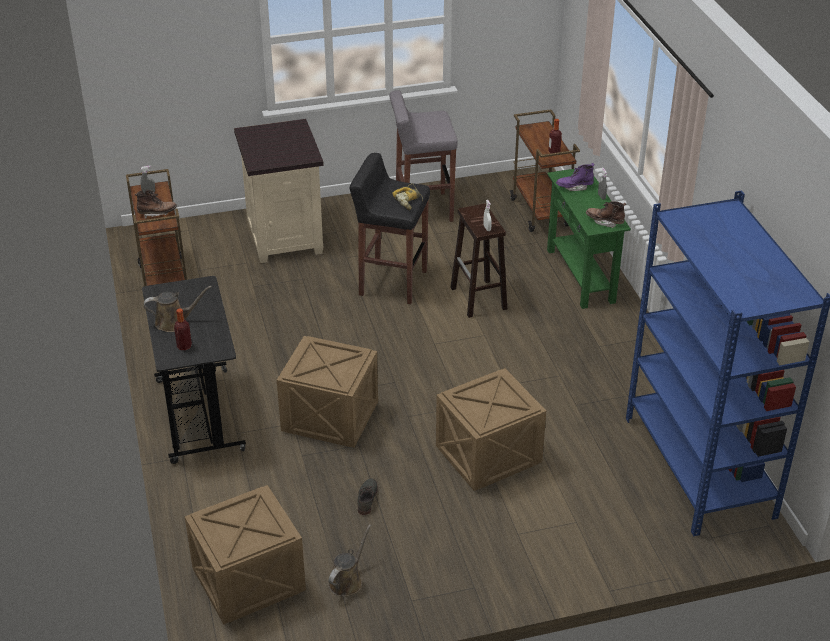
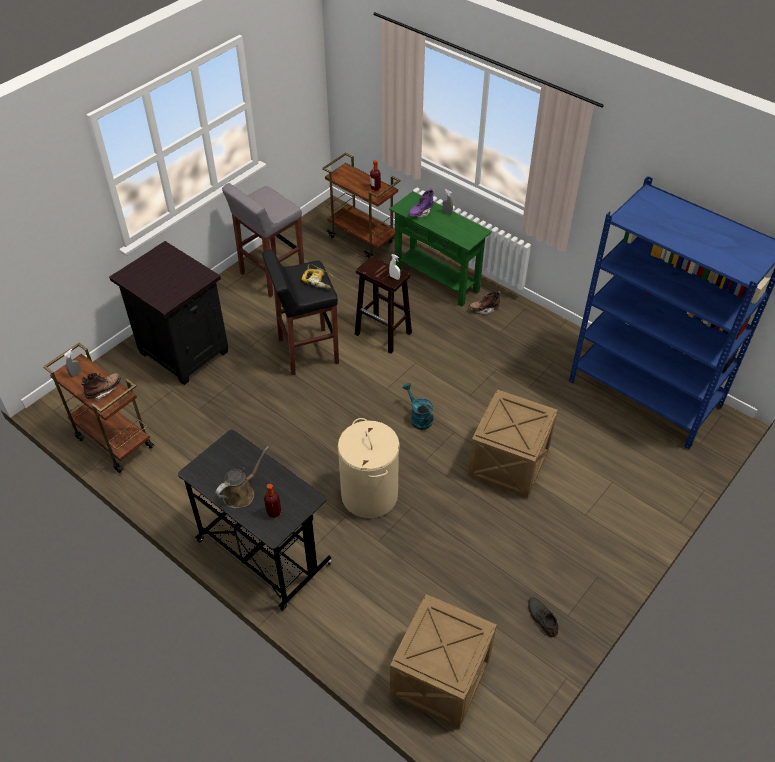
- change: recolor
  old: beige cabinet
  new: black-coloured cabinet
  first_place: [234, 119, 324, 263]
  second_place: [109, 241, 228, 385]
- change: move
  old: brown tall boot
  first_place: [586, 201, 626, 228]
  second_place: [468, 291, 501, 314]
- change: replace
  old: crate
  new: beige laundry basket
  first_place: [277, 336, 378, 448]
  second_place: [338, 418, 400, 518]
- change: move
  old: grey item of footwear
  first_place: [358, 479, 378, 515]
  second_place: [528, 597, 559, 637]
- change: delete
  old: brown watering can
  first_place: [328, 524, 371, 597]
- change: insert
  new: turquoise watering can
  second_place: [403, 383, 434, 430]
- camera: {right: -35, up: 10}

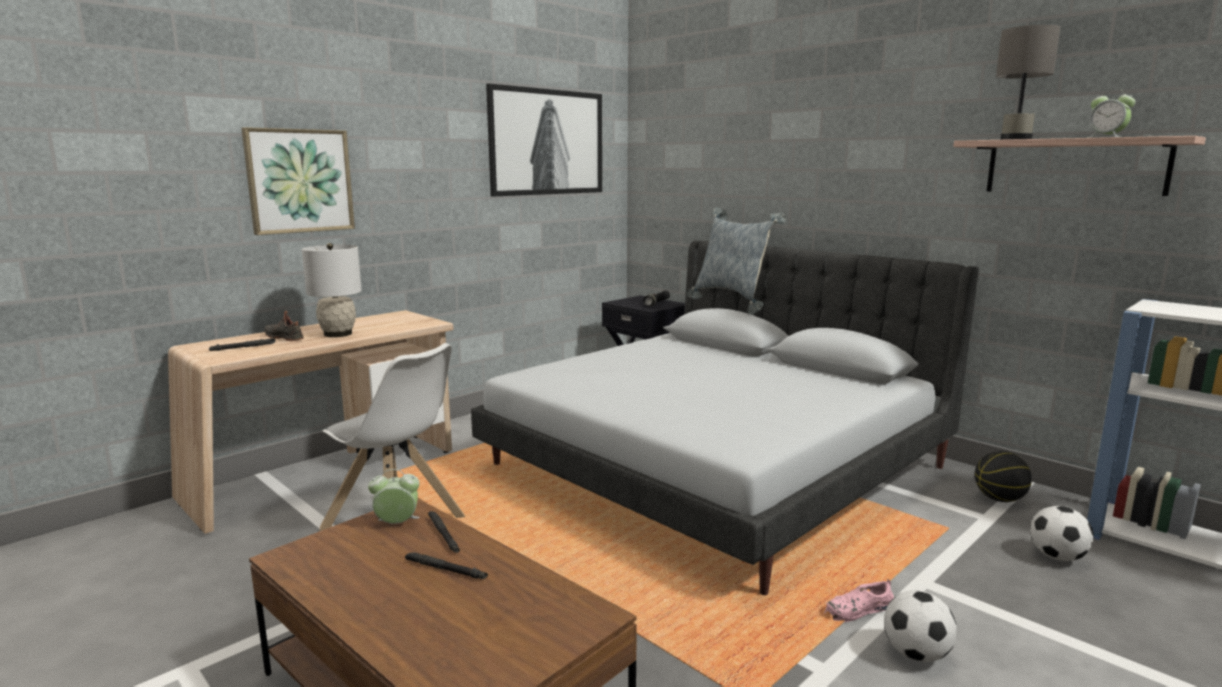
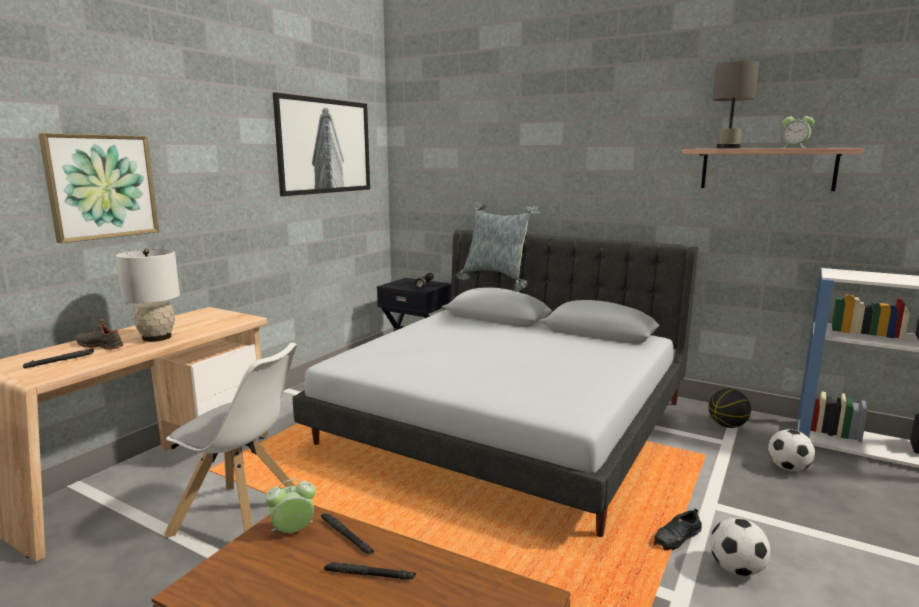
- change: recolor
  old: pinkish item of footwear
  new: black-coloured item of footwear
  first_place: [824, 579, 894, 622]
  second_place: [654, 508, 702, 551]
- camera: {right: -15, up: 0}

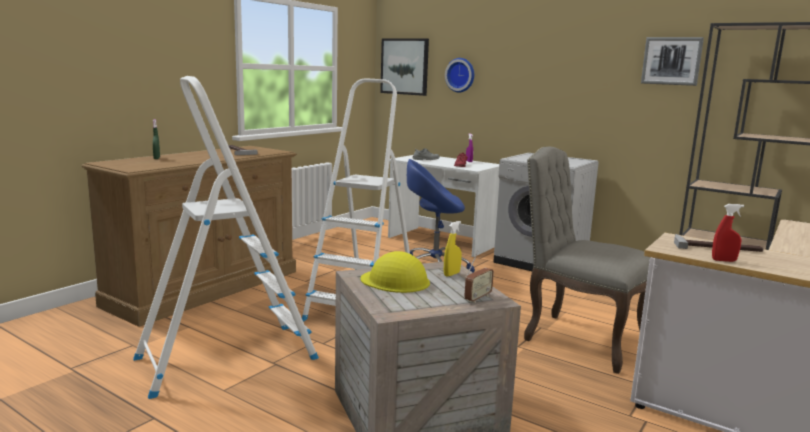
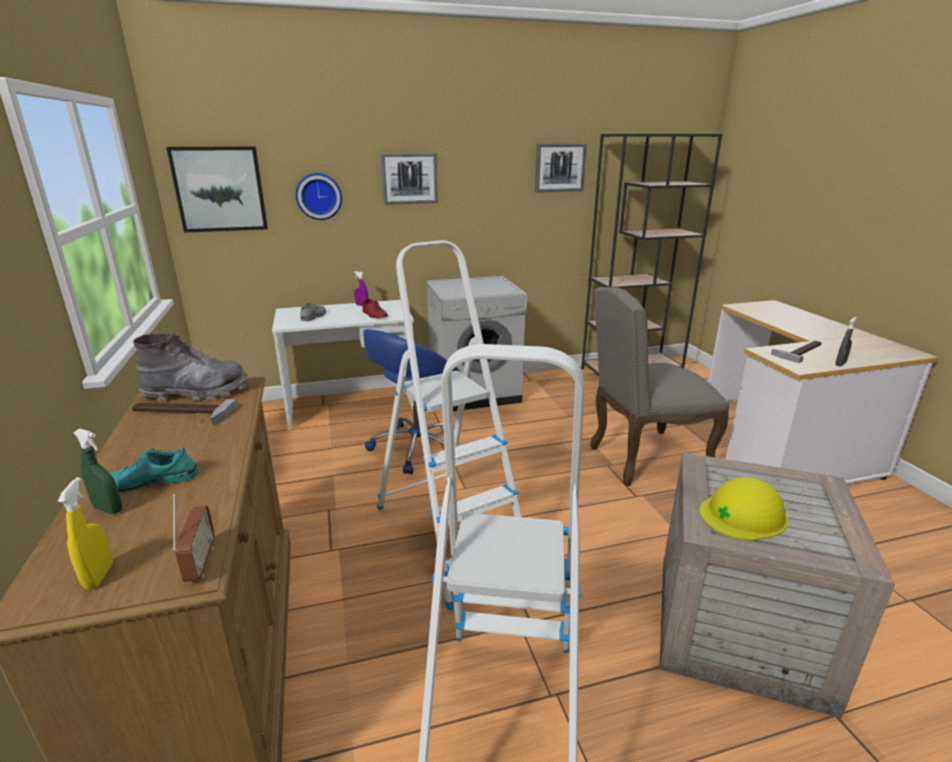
- change: recolor
  old: red-coloured hand sprayer
  new: grey hand sprayer
  first_place: [712, 204, 744, 262]
  second_place: [835, 317, 857, 366]
- change: move
  old: yellow hand sprayer
  first_place: [444, 221, 462, 276]
  second_place: [58, 477, 113, 590]
- change: move
  old: radio
  first_place: [464, 251, 494, 303]
  second_place: [172, 493, 215, 582]
- change: insert
  new: wall art
  second_place: [381, 153, 438, 205]
- change: insert
  new: grey tall boot
  second_place: [133, 333, 248, 401]
- change: insert
  new: turquoise item of footwear
  second_place: [110, 447, 199, 493]
- camera: {right: -50, up: 10}

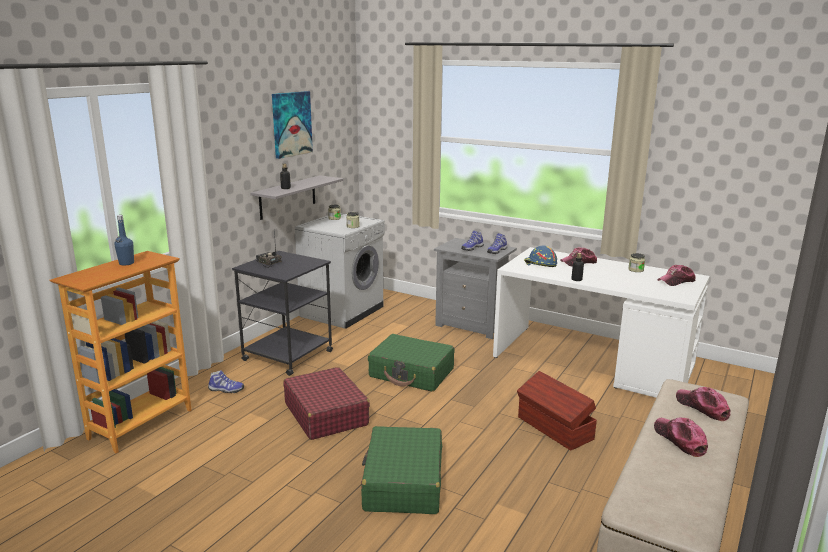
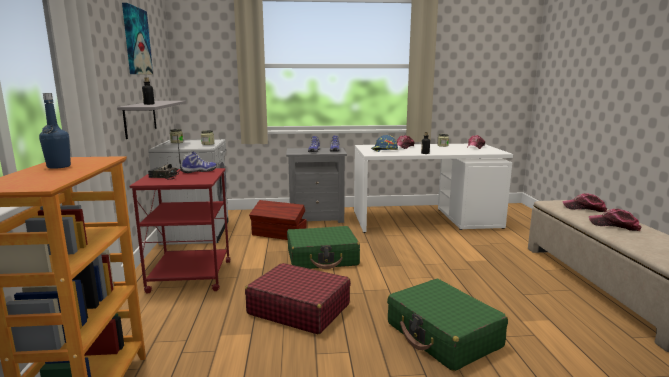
- change: recolor
  old: black-coloured trolley
  new: red-coloured trolley
  first_place: [232, 251, 333, 376]
  second_place: [130, 168, 230, 293]
- change: move
  old: item of footwear
  first_place: [208, 370, 244, 393]
  second_place: [181, 151, 217, 173]
- change: move
  old: brown storage bin
  first_place: [517, 371, 597, 451]
  second_place: [249, 200, 307, 240]
- camera: {right: -35, up: -5}

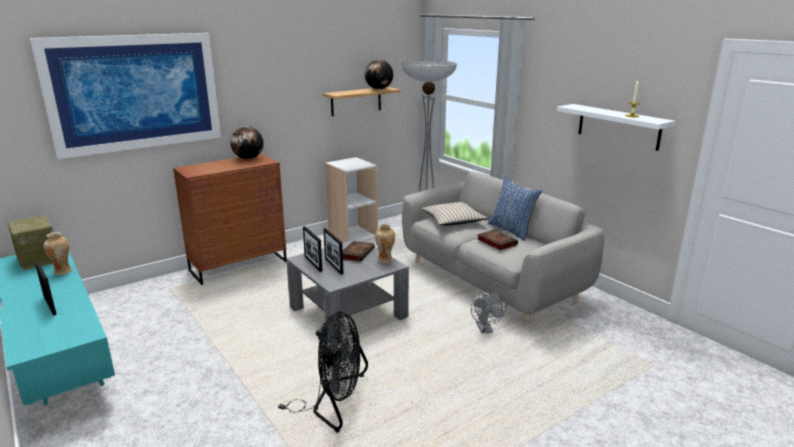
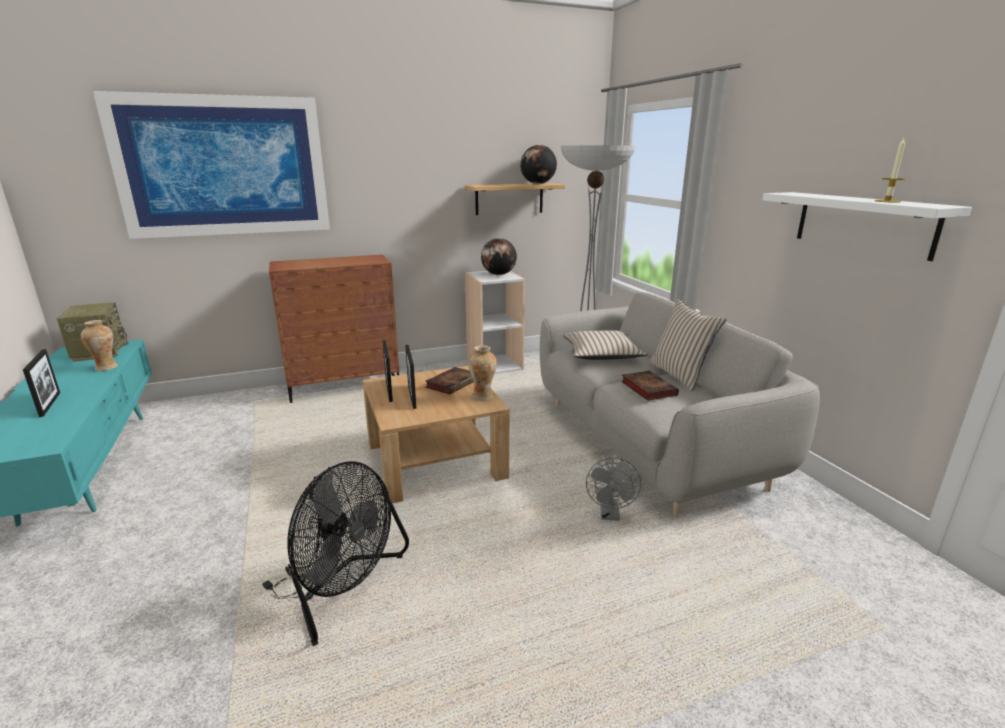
- change: move
  old: desk globe
  first_place: [230, 126, 264, 159]
  second_place: [481, 238, 517, 275]
- change: recolor
  old: blue-coloured pillow
  new: beige pillow
  first_place: [488, 177, 542, 241]
  second_place: [649, 299, 727, 391]
- change: recolor
  old: grey lounge table
  new: brown lounge table
  first_place: [286, 238, 409, 344]
  second_place: [362, 365, 509, 503]
- camera: {right: 15, up: 0}

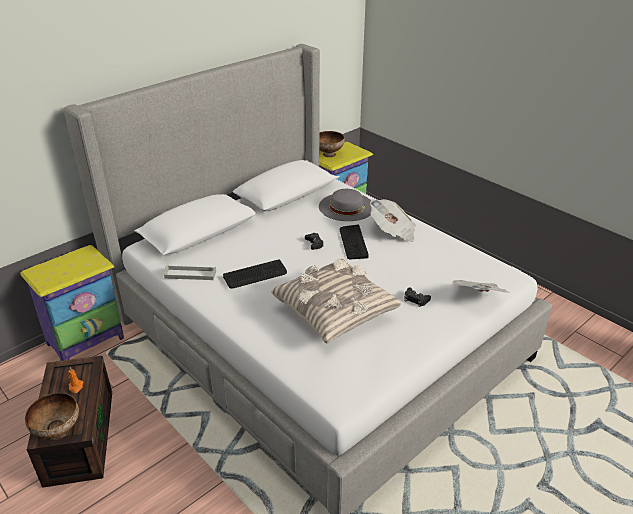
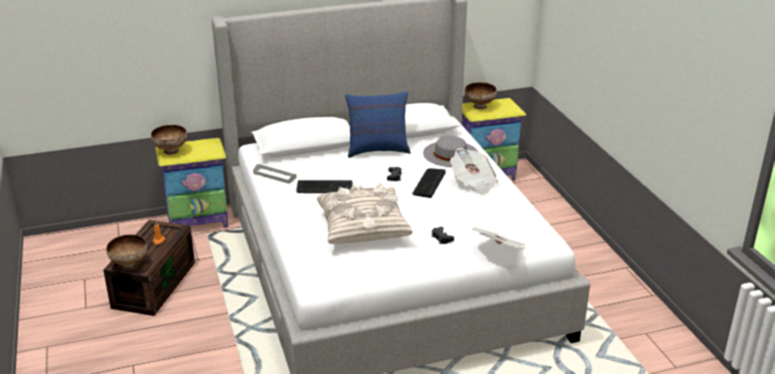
- change: insert
  new: blue-coloured pillow
  second_place: [345, 92, 411, 158]
- change: insert
  new: bowl
  second_place: [151, 125, 187, 155]
- camera: {right: 25, up: -5}

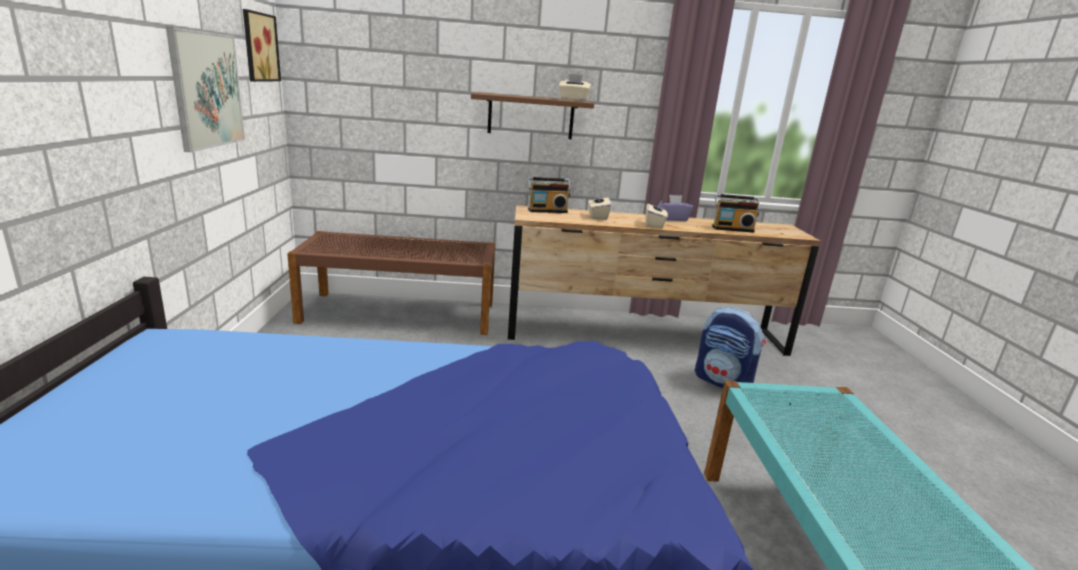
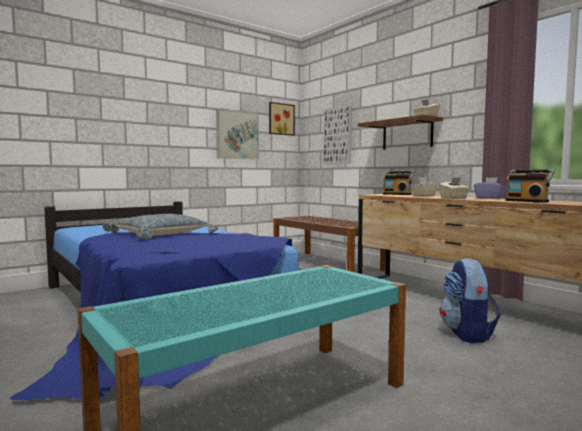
- change: insert
  new: wall art
  second_place: [323, 105, 352, 165]
- change: insert
  new: pillow
  second_place: [103, 214, 218, 240]
- camera: {right: 55, up: -15}

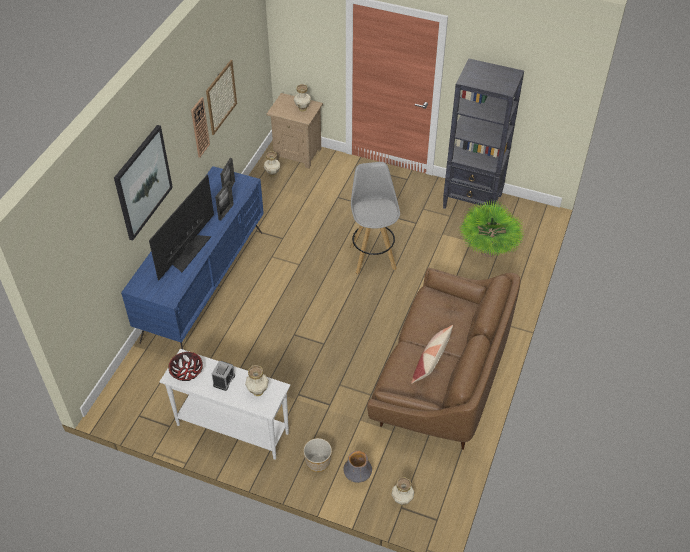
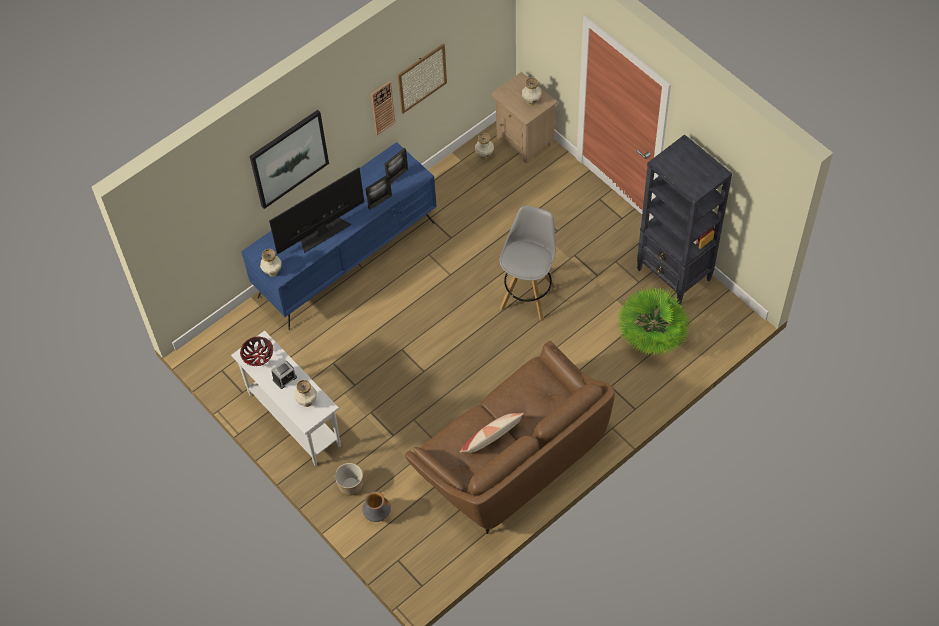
- change: move
  old: vase
  first_place: [391, 477, 414, 506]
  second_place: [260, 249, 282, 277]
- camera: {right: 30, up: 10}

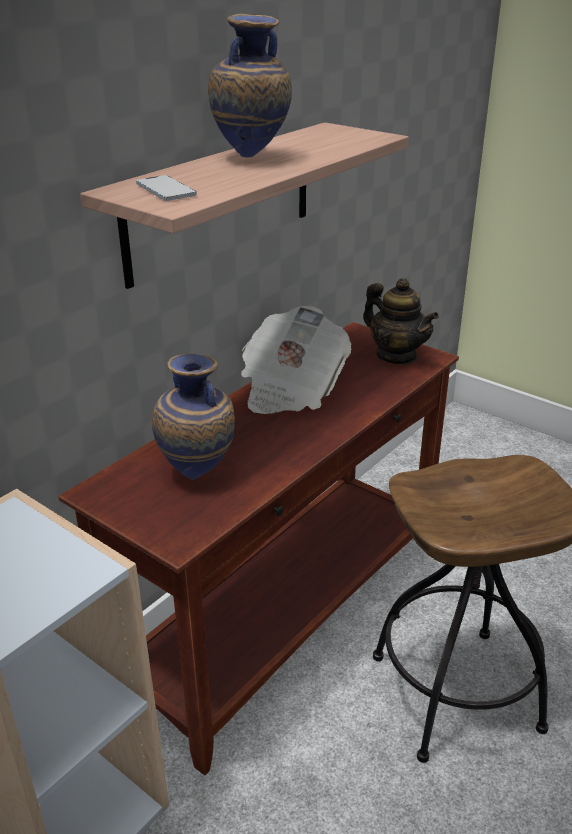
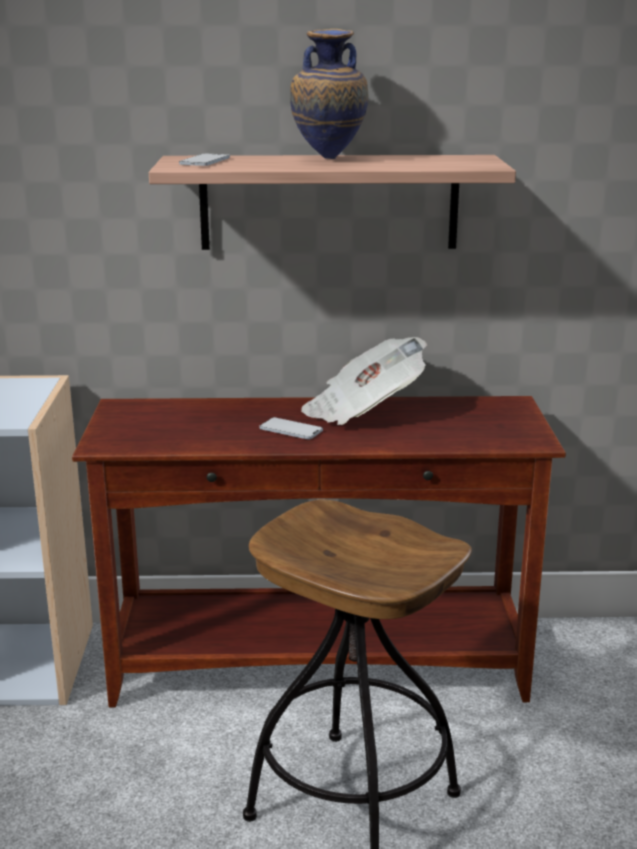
- change: delete
  old: pot for tea
  first_place: [363, 278, 439, 364]
- change: delete
  old: vase
  first_place: [152, 353, 235, 480]
- change: insert
  new: telephone
  second_place: [259, 417, 323, 439]
- camera: {right: 50, up: -10}

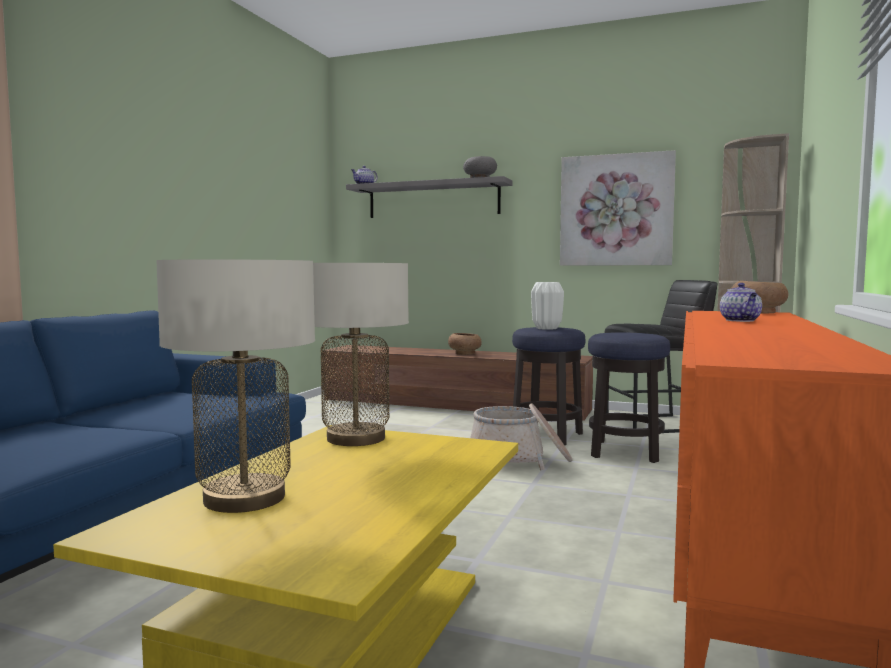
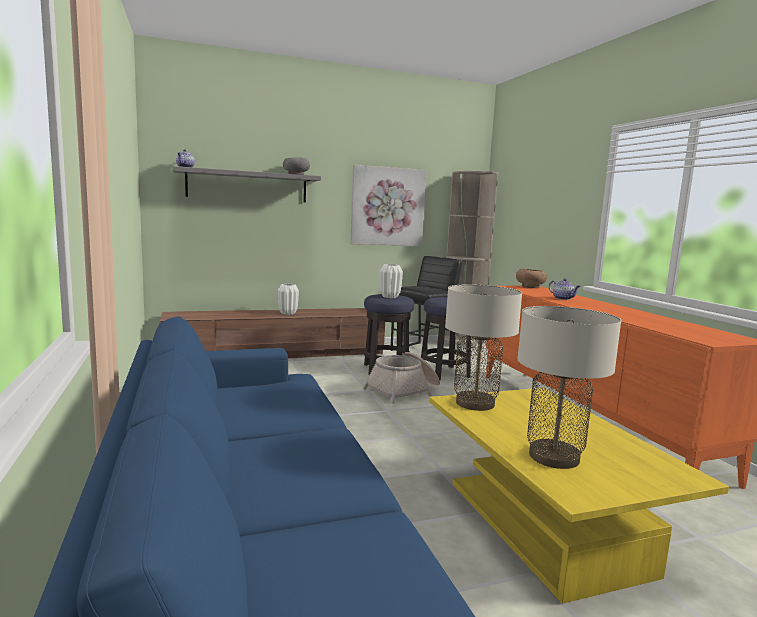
- change: replace
  old: brown bowl
  new: white vase
  first_place: [448, 333, 482, 355]
  second_place: [278, 284, 299, 315]
- camera: {right: -40, up: 5}

